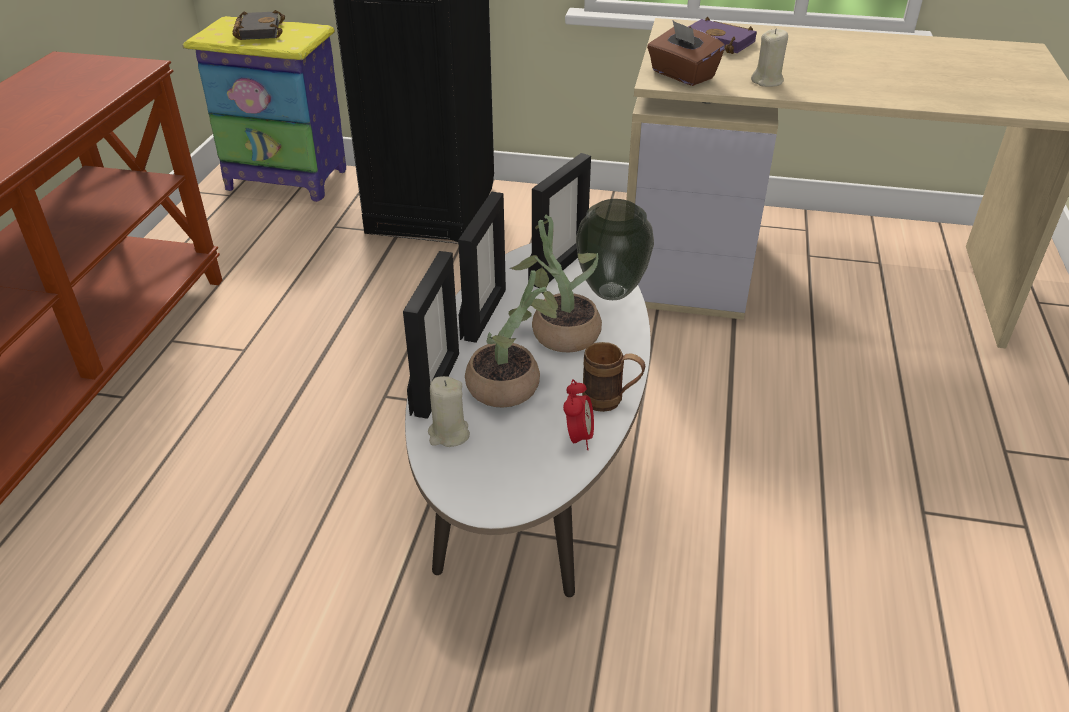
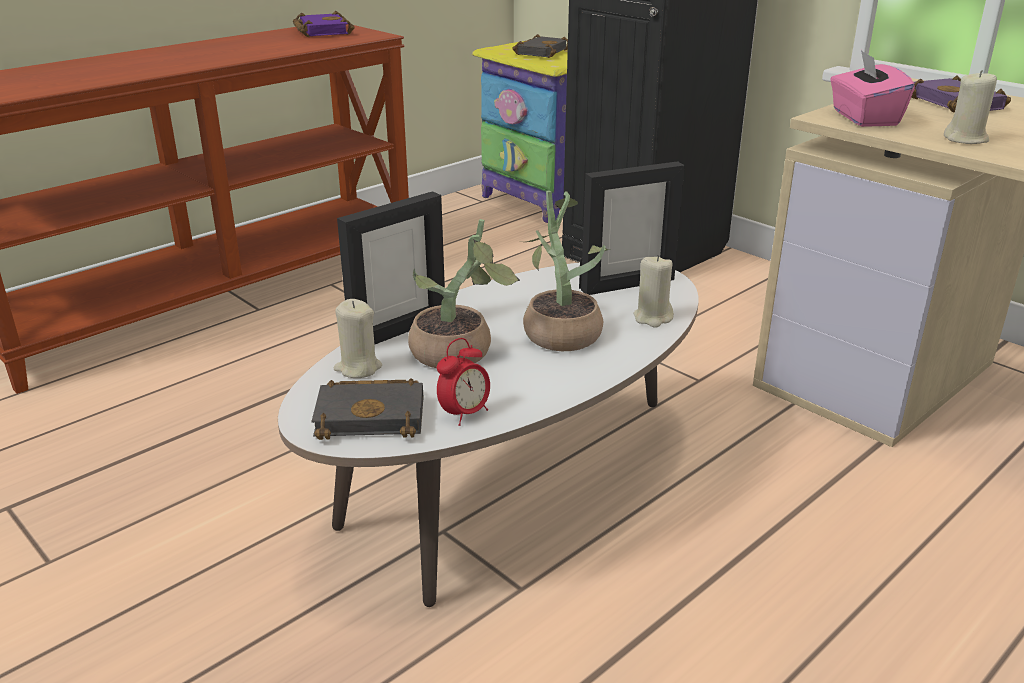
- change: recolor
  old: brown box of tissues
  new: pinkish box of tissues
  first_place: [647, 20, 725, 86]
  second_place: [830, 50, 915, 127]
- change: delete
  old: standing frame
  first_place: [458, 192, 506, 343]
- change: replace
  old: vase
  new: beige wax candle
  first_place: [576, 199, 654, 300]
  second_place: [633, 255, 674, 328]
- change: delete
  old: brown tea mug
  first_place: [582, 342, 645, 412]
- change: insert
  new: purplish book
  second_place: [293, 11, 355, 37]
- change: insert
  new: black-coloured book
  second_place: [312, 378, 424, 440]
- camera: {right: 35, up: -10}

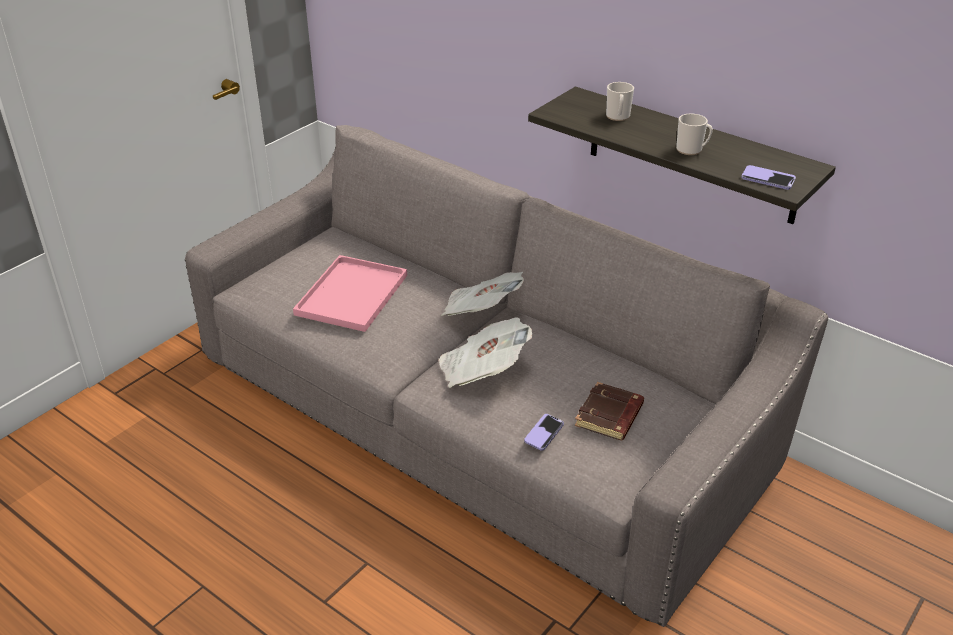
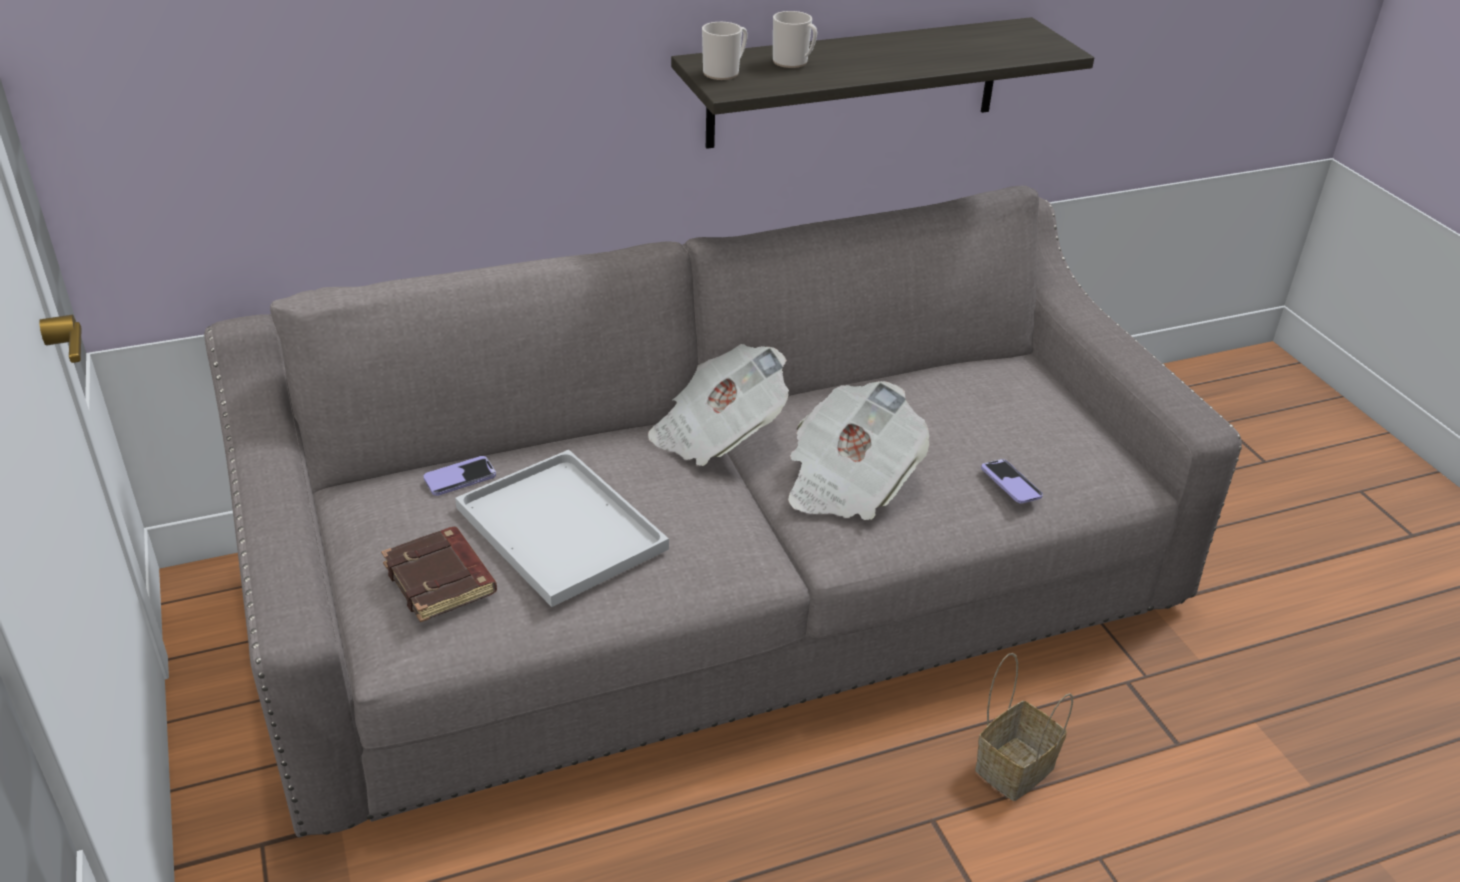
- change: move
  old: tea mug
  first_place: [676, 114, 713, 155]
  second_place: [702, 22, 748, 80]
- change: move
  old: telephone
  first_place: [741, 165, 796, 190]
  second_place: [424, 456, 496, 496]
- change: recolor
  old: pinkish tray
  new: white tray
  first_place: [293, 255, 407, 332]
  second_place: [455, 450, 669, 607]
- change: move
  old: brown book
  first_place: [575, 382, 644, 440]
  second_place: [381, 527, 497, 622]
- change: insert
  new: storage basket
  second_place: [975, 653, 1073, 801]
- camera: {right: -60, up: 0}

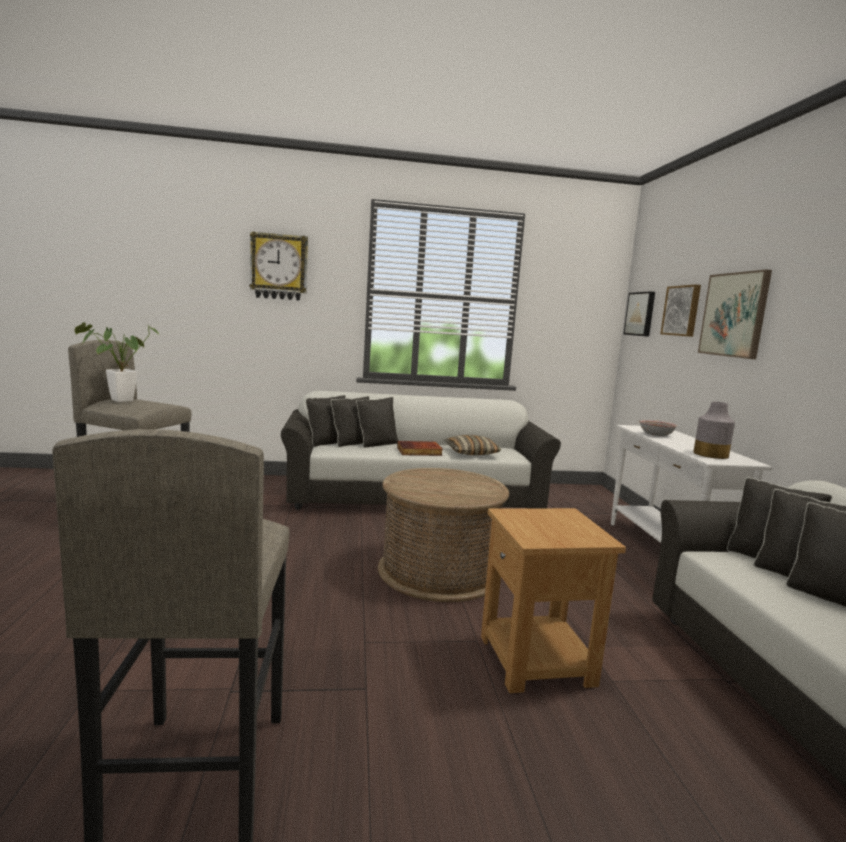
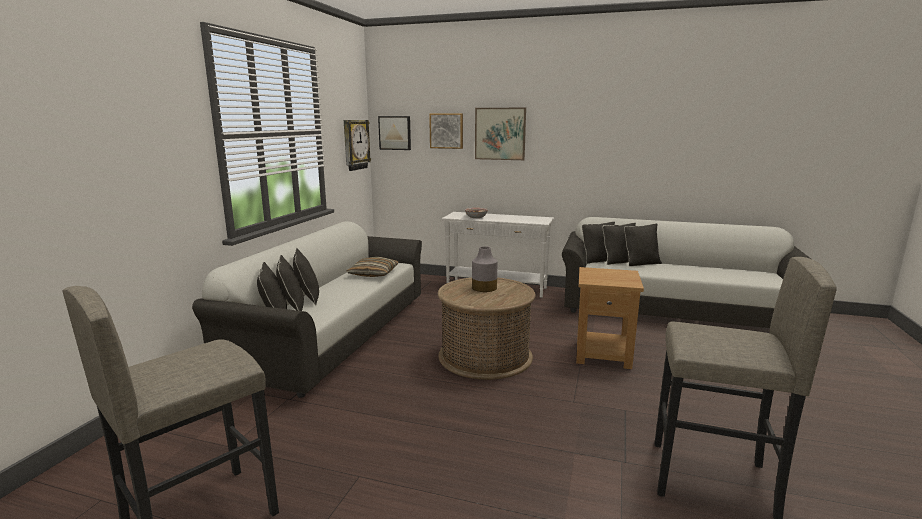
- change: move
  old: hanging clock
  first_place: [250, 232, 308, 301]
  second_place: [344, 120, 371, 171]
- change: delete
  old: houseplant
  first_place: [75, 322, 159, 402]
- change: move
  old: grey vase
  first_place: [693, 402, 735, 459]
  second_place: [472, 246, 498, 292]
- change: delete
  old: book
  first_place: [397, 441, 443, 456]
- camera: {right: -65, up: 5}

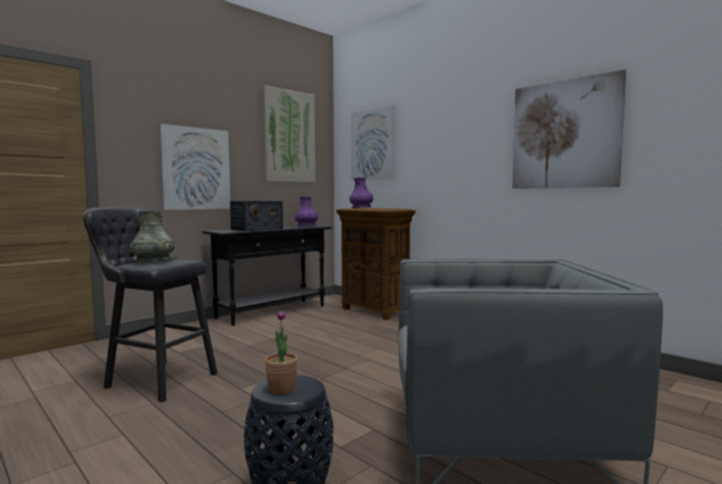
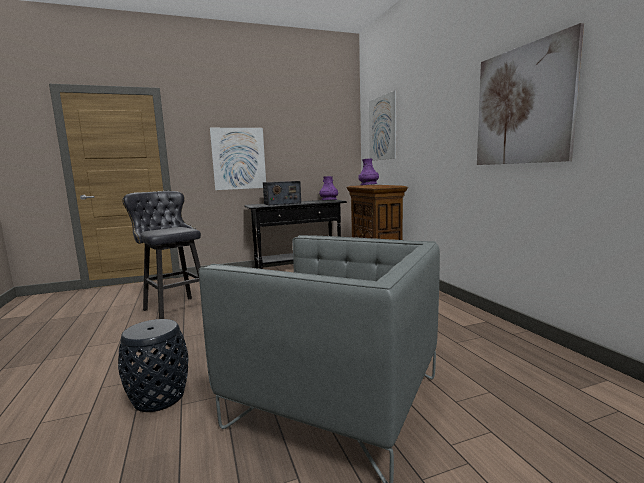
- change: delete
  old: wall art
  first_place: [263, 85, 315, 182]
- change: delete
  old: grey vase
  first_place: [130, 211, 175, 263]
- change: delete
  old: houseplant
  first_place: [265, 310, 298, 395]
- camera: {right: 25, up: 5}

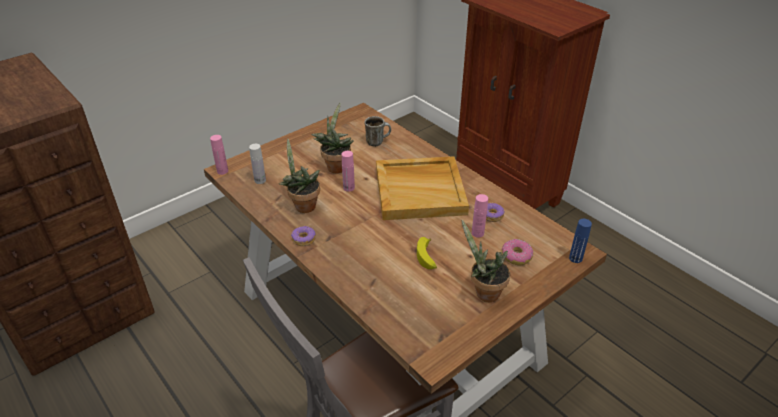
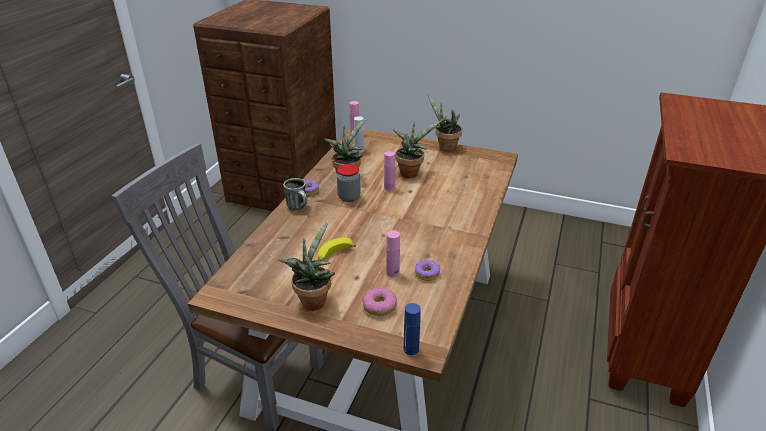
- change: move
  old: tea mug
  first_place: [364, 116, 391, 147]
  second_place: [283, 178, 307, 210]
- change: delete
  old: beige tray
  first_place: [376, 156, 469, 220]
- change: insert
  new: houseplant
  second_place: [428, 94, 462, 152]
- change: insert
  new: preserve jar
  second_place: [337, 164, 361, 202]
- camera: {right: 60, up: -5}

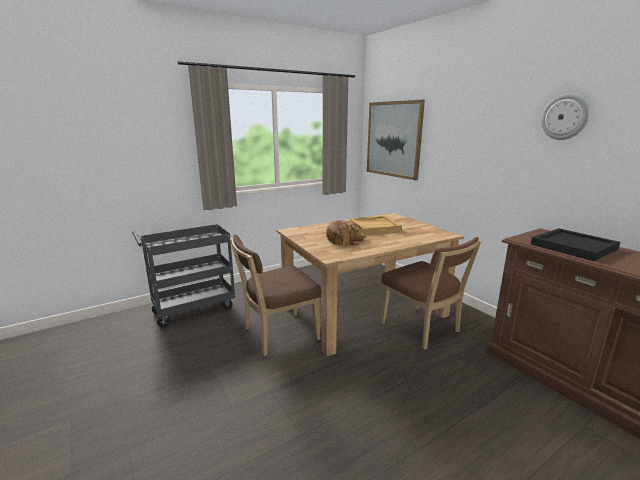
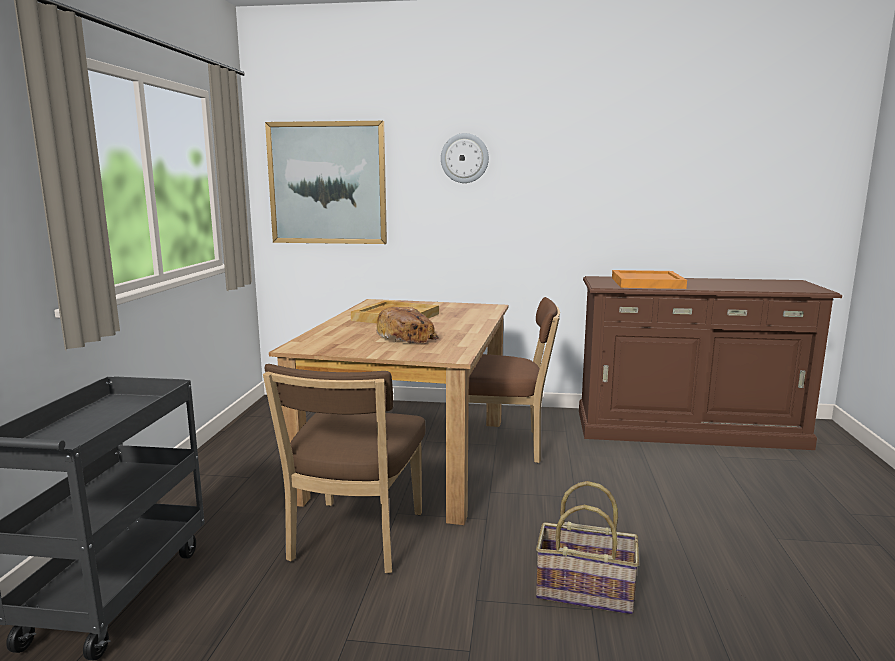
- change: move
  old: hanging clock
  first_place: [541, 94, 590, 140]
  second_place: [441, 133, 489, 183]
- change: recolor
  old: black-coloured tray
  new: orange tray
  first_place: [531, 228, 620, 261]
  second_place: [612, 270, 687, 289]
- change: insert
  new: storage basket
  second_place: [536, 481, 639, 614]
- camera: {right: -50, up: -5}

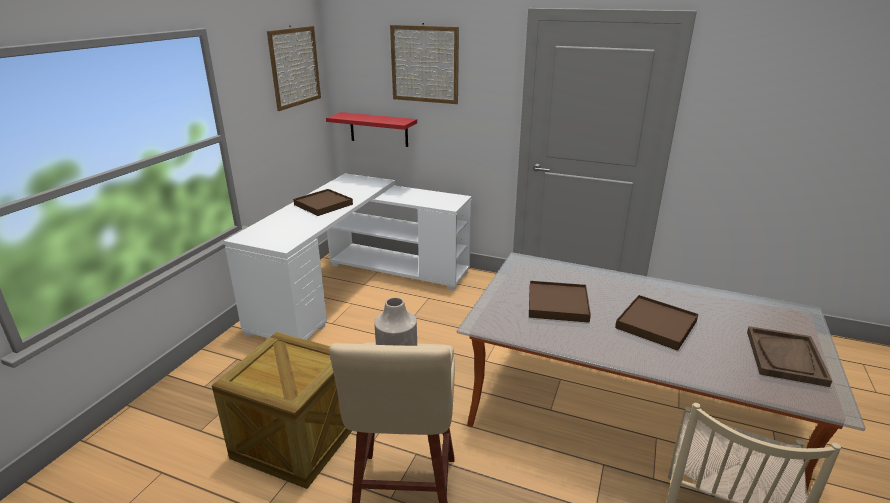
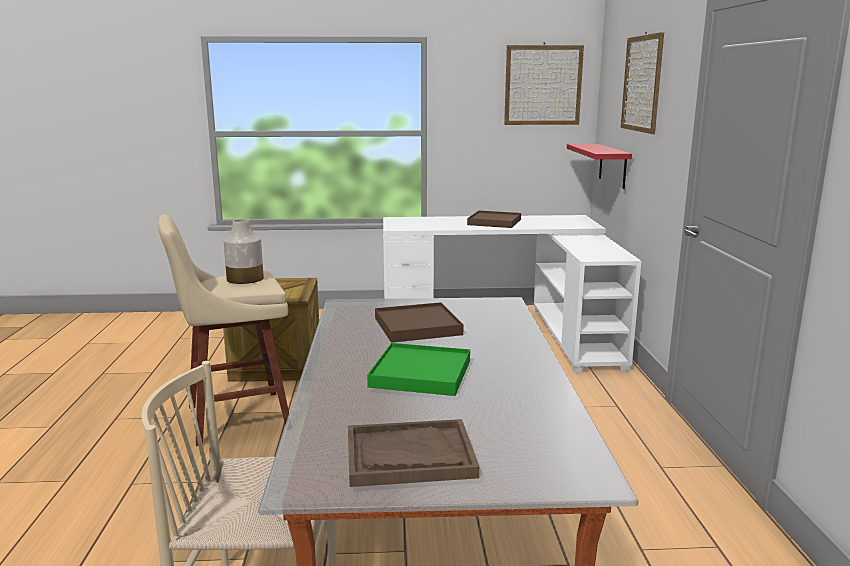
- change: recolor
  old: brown tray
  new: green tray
  first_place: [615, 295, 698, 351]
  second_place: [367, 343, 470, 396]
- camera: {right: 65, up: -10}

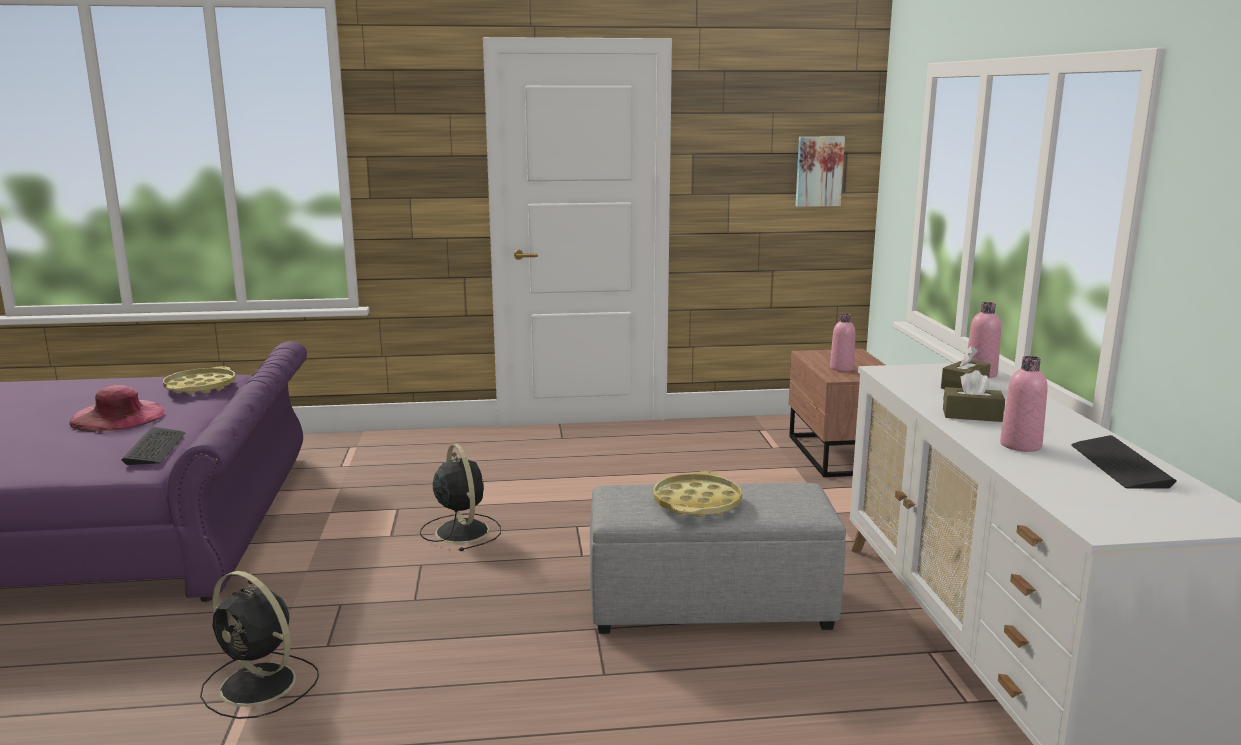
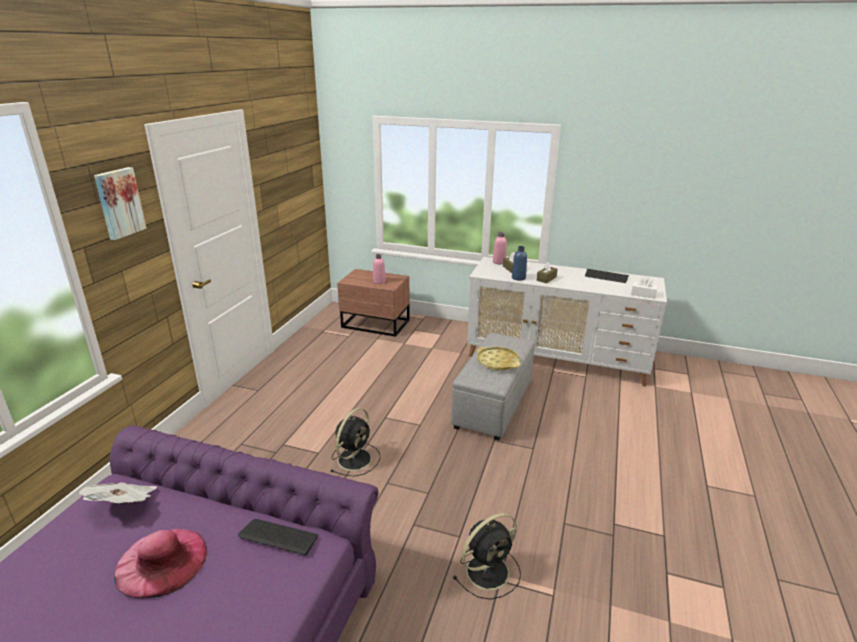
- change: move
  old: wall art
  first_place: [796, 136, 845, 207]
  second_place: [94, 167, 147, 240]
- change: delete
  old: pinkish beverage bottle
  first_place: [1000, 356, 1048, 452]
- change: replace
  old: yellow tray
  new: newspaper
  first_place: [163, 366, 236, 394]
  second_place: [79, 482, 157, 503]
- change: rotate
  old: black-coloured cooling fan
  first_place: [420, 444, 501, 551]
  second_place: [331, 408, 380, 476]
  degrees: 120
- change: insert
  new: blue-coloured beverage bottle
  second_place: [512, 246, 527, 281]
- change: insert
  new: white box of tissues
  second_place: [631, 276, 658, 299]
- camera: {right: -65, up: 10}

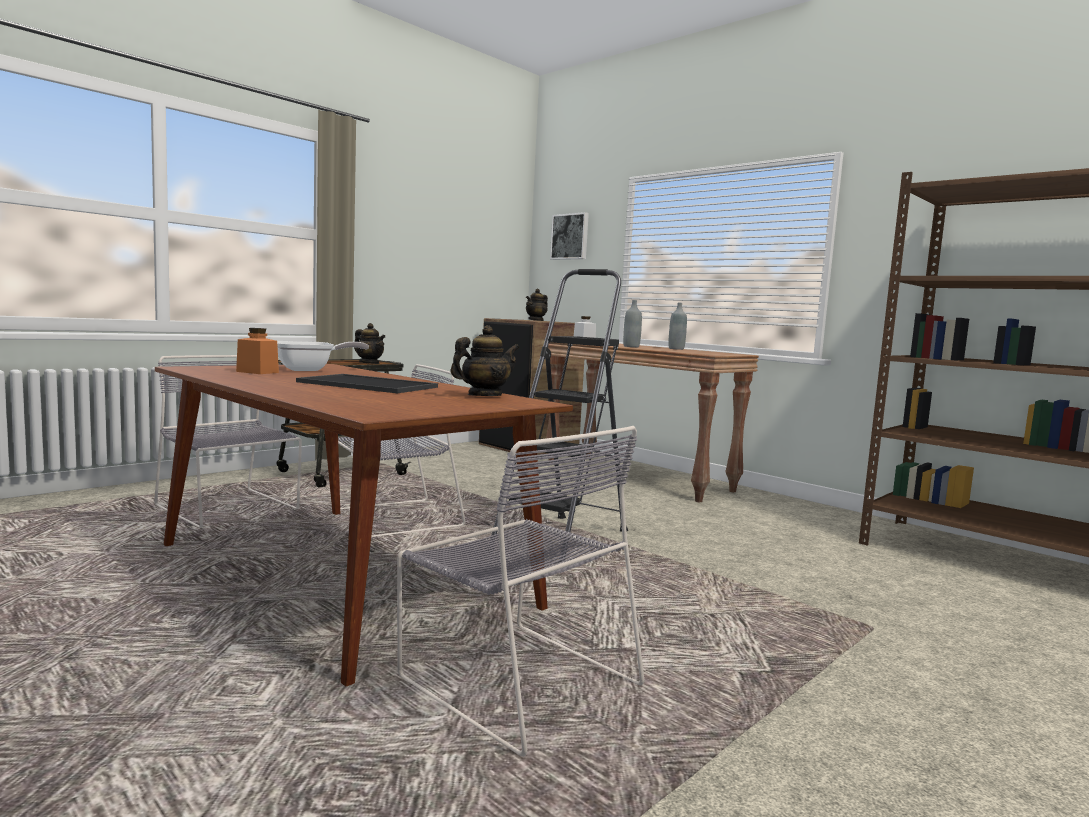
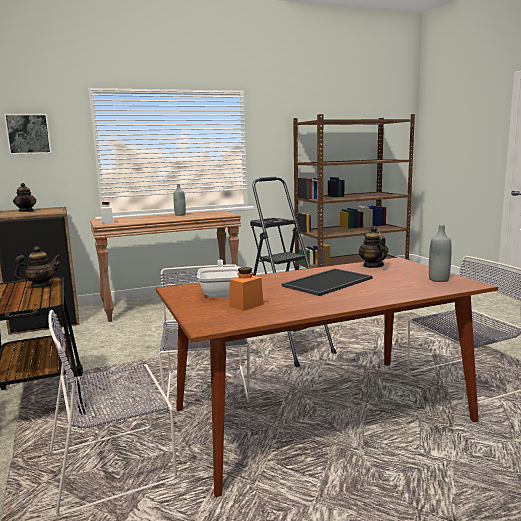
- change: move
  old: grey beverage bottle
  first_place: [623, 300, 642, 347]
  second_place: [429, 225, 452, 282]
- camera: {right: -65, up: 5}

